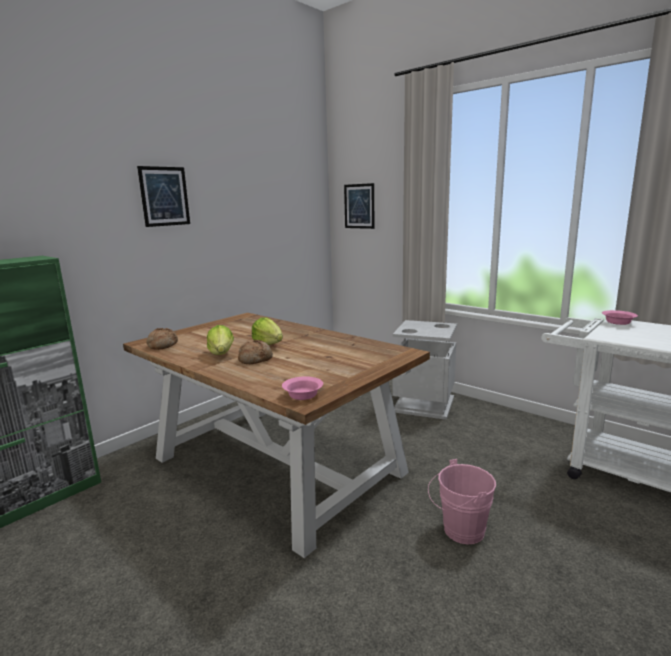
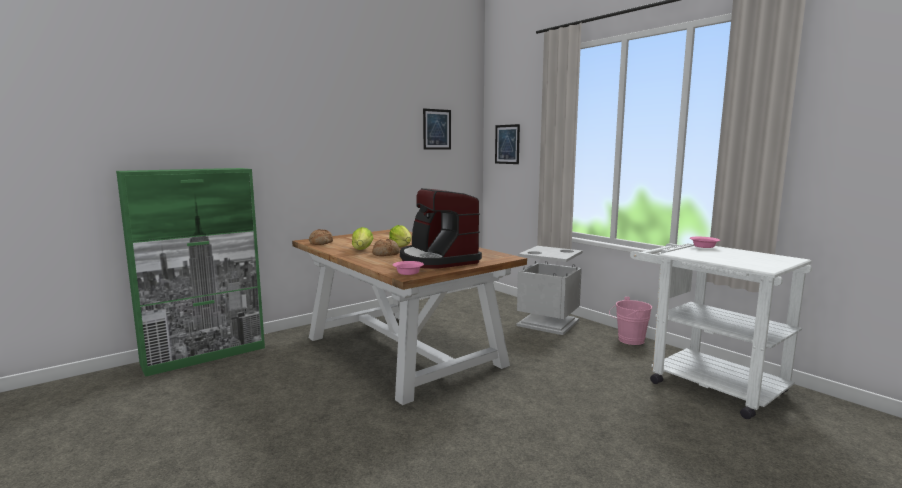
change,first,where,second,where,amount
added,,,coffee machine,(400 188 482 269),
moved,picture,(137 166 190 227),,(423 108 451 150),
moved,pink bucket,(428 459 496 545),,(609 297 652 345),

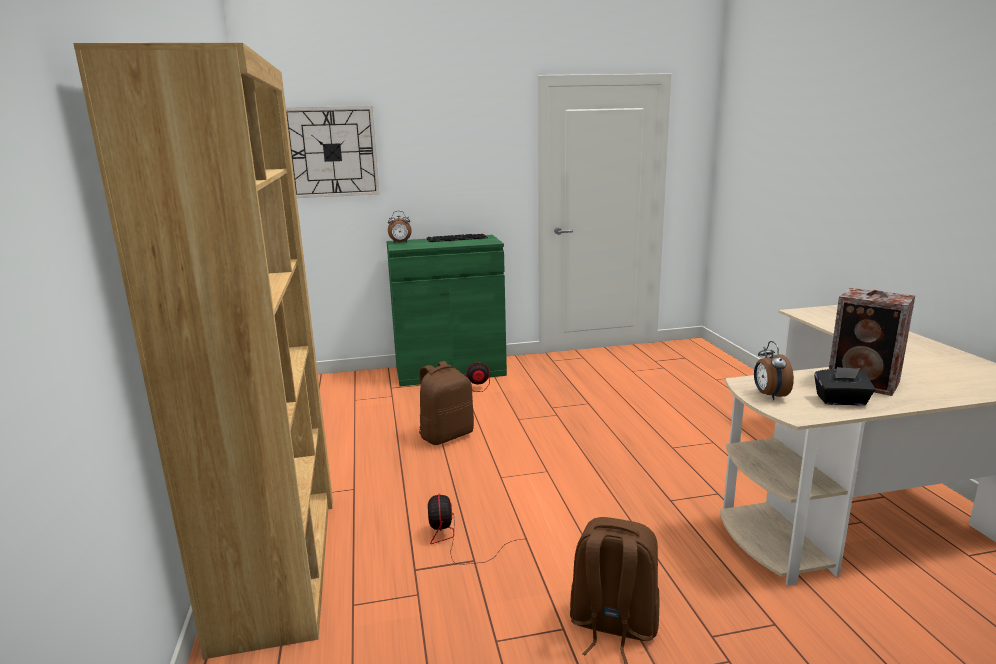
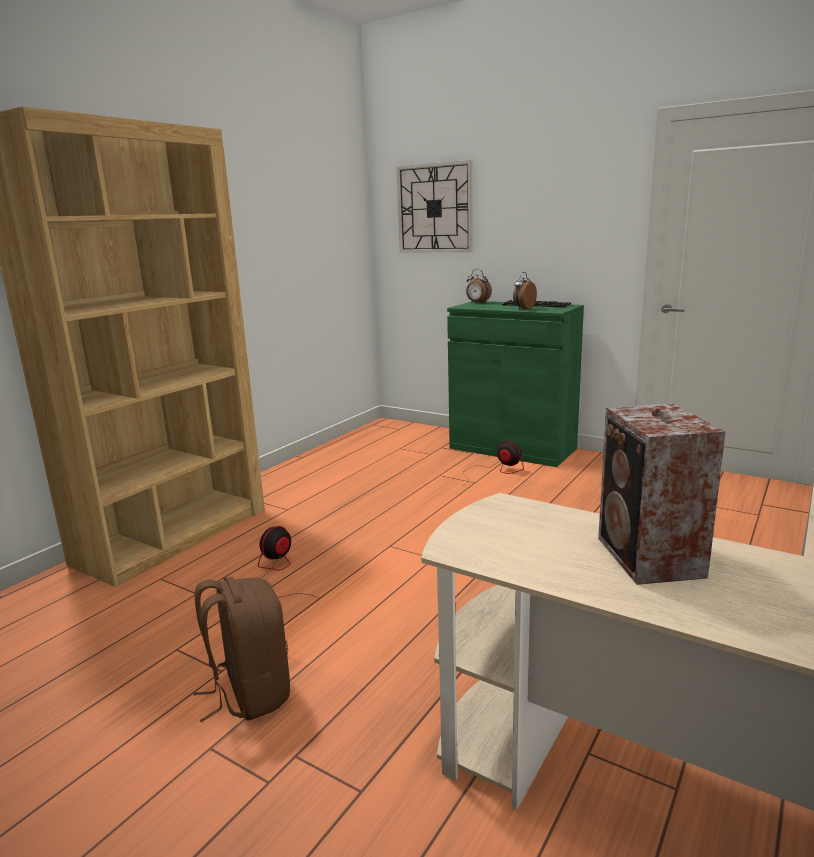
change,first,where,second,where,amount
removed,brown backpack,(419 361 474 445),,,
removed,black tissue box,(814 367 875 405),,,
moved,alarm clock,(754 341 794 400),,(513 272 537 310),

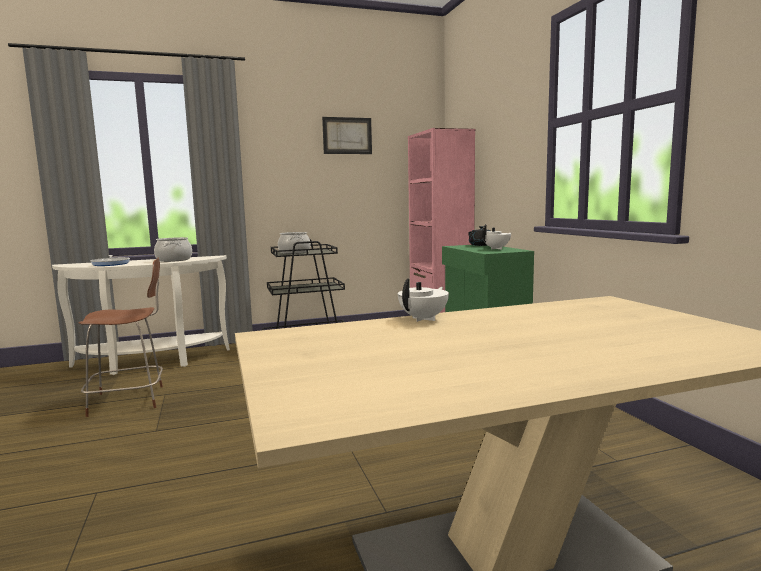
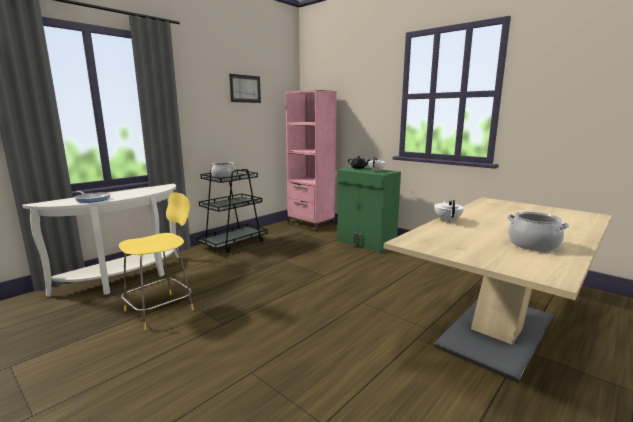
change,first,where,second,where,amount
moved,cooking pot,(154 237 192 262),,(507 211 569 251),
recoloured,brown stool,(79 258 163 417),yellow stool,(119 192 194 330),

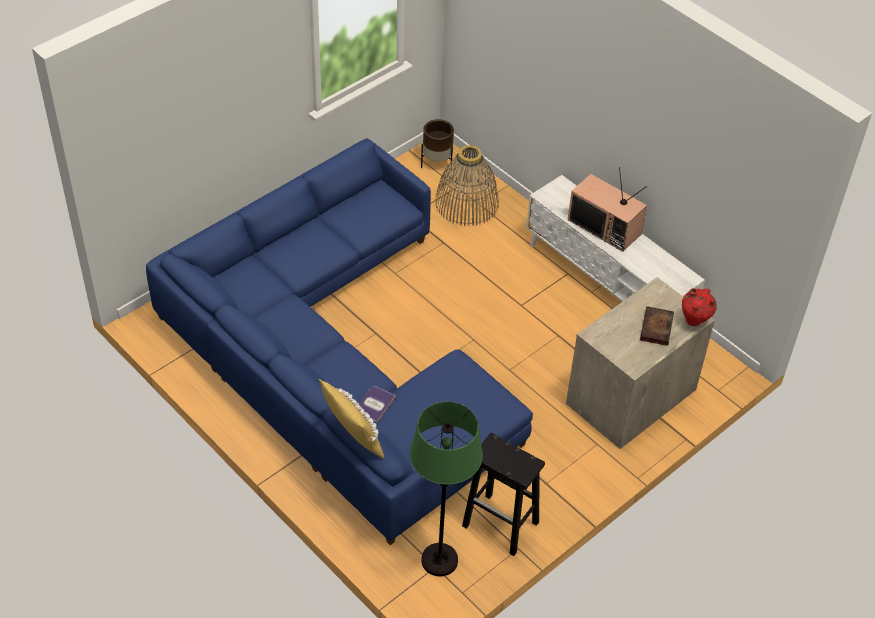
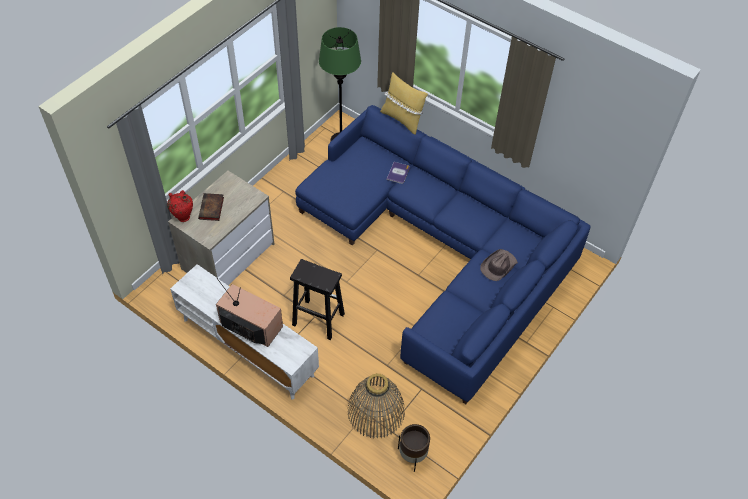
change,first,where,second,where,amount
added,,,brown hat,(480 249 518 281),
moved,black stool,(462 433 545 556),,(290 259 345 340),

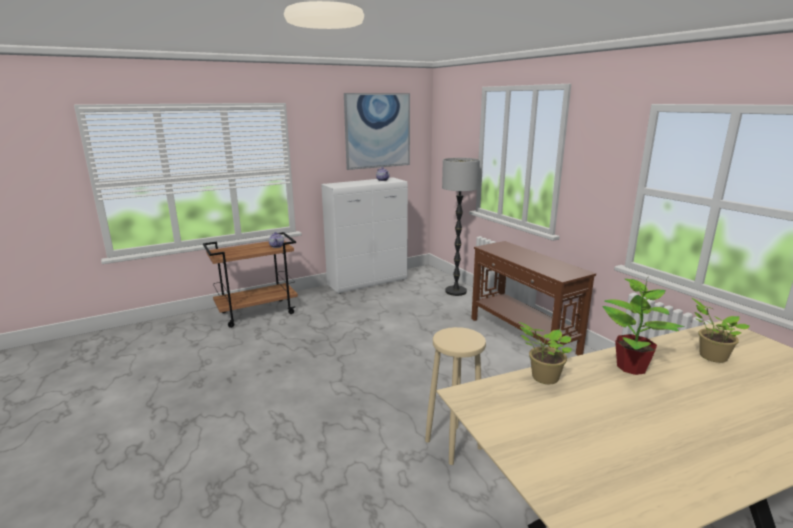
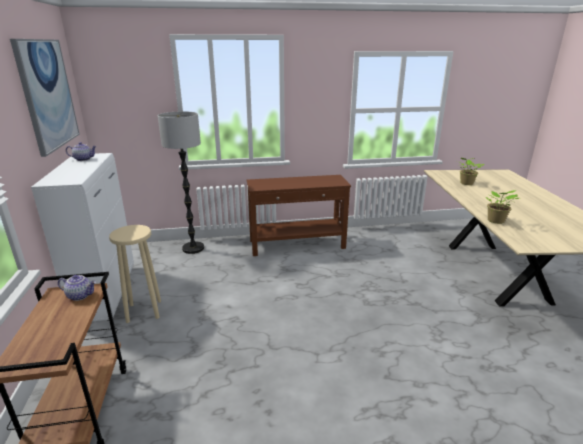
change,first,where,second,where,amount
removed,potted plant,(602 278 684 375),,,
moved,beige stool,(425 327 486 465),,(109 225 161 323),

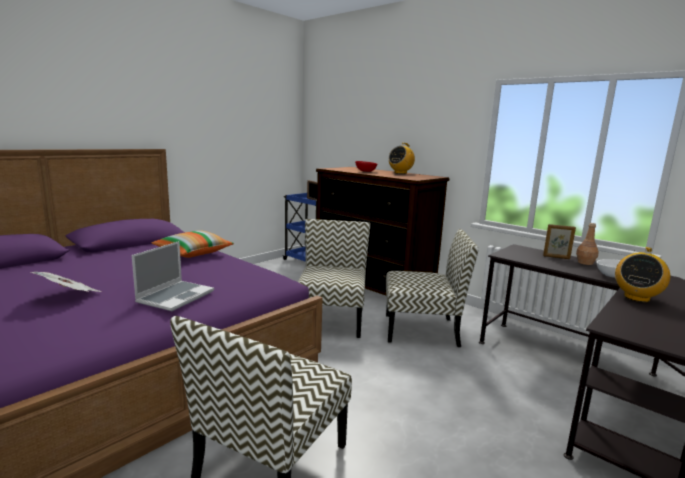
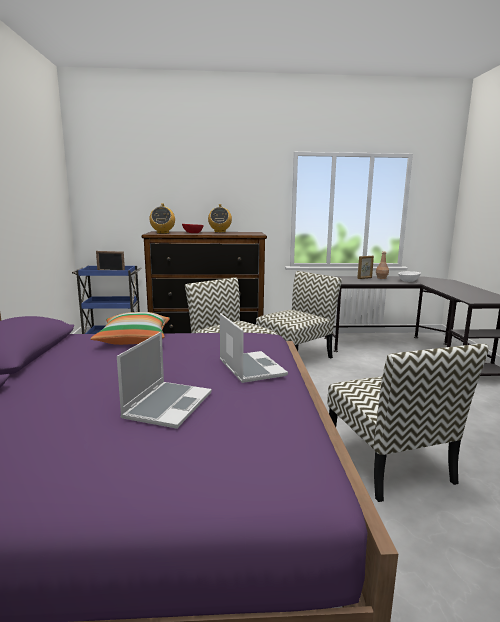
change,first,where,second,where,amount
moved,radio,(615 247 670 302),,(149 203 175 234),
replaced,newspaper,(31 272 103 292),laptop,(117 332 212 429),

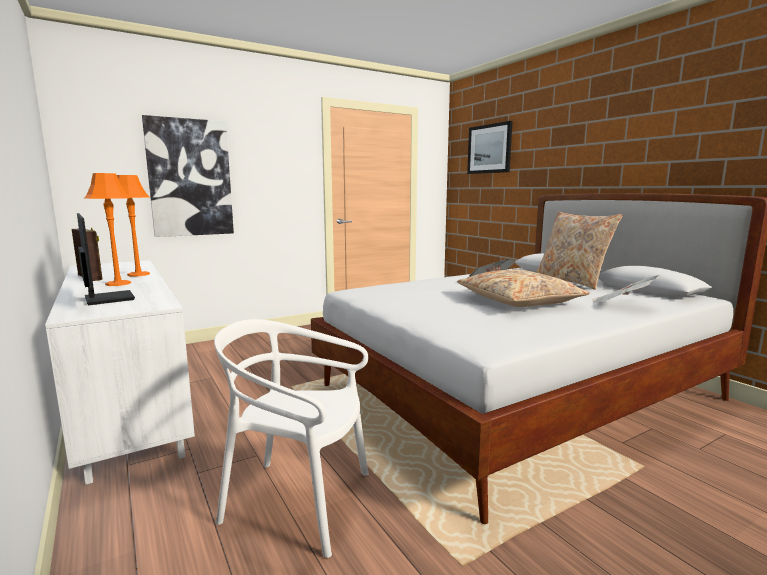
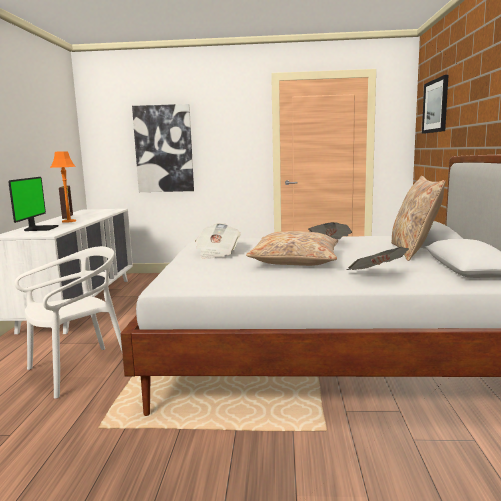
change,first,where,second,where,amount
removed,orange table lamp,(117 175 150 277),,,
added,,,newspaper,(195 223 241 259),
turned,white chair,(214 319 369 558),,(15 246 122 399),90 degrees clockwise

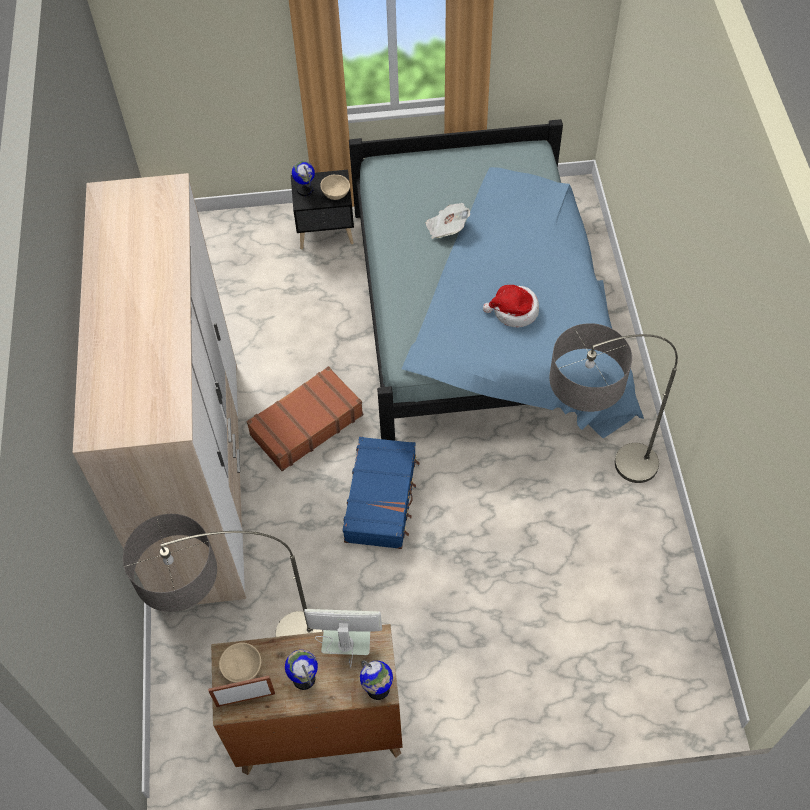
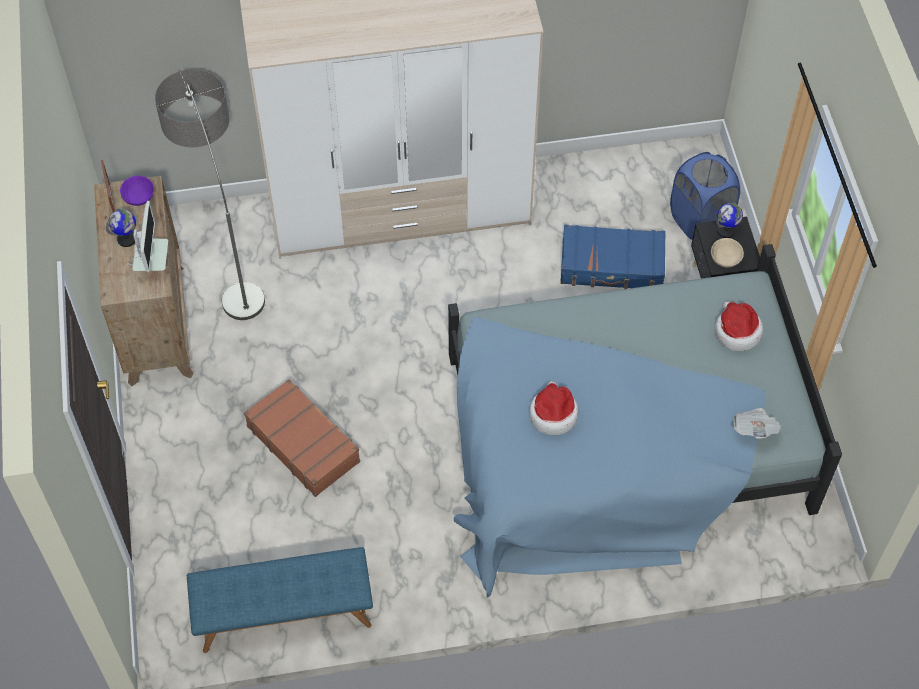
change,first,where,second,where,amount
removed,globe,(360 660 393 700),,,
removed,floor lamp,(549 323 678 483),,,
added,,,blue bench,(187 547 373 653),
added,,,blue laundry basket,(670 152 740 240),
added,,,hat,(715 301 763 351),
moved,brown suitcase,(246 366 363 471),,(244 379 360 497),
moved,blue suitcase,(343 437 419 549),,(560 225 666 289),
moved,newspaper,(426 203 470 239),,(733 408 781 439),
recoloured,beige bowl,(219 643 261 683),purple bowl,(120 175 154 206),

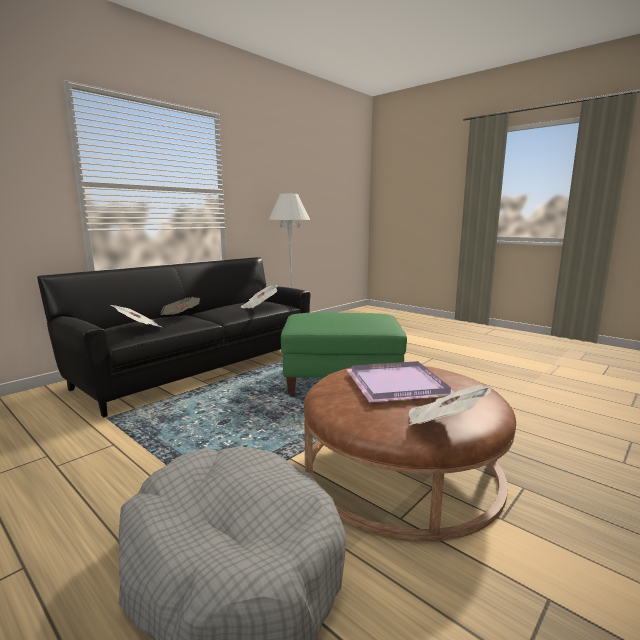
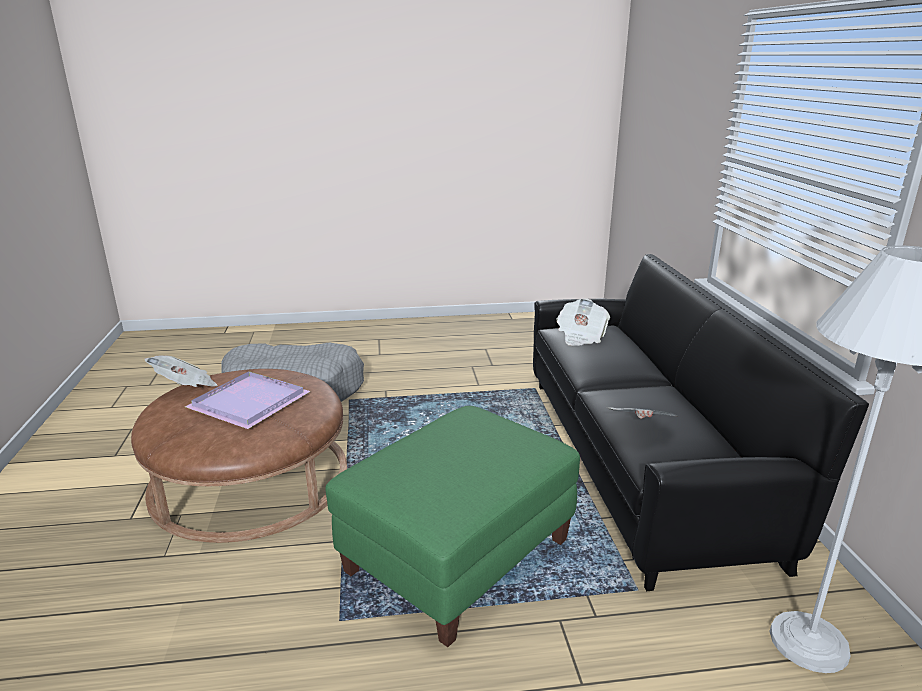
change,first,where,second,where,amount
removed,newspaper,(160 297 200 315),,,

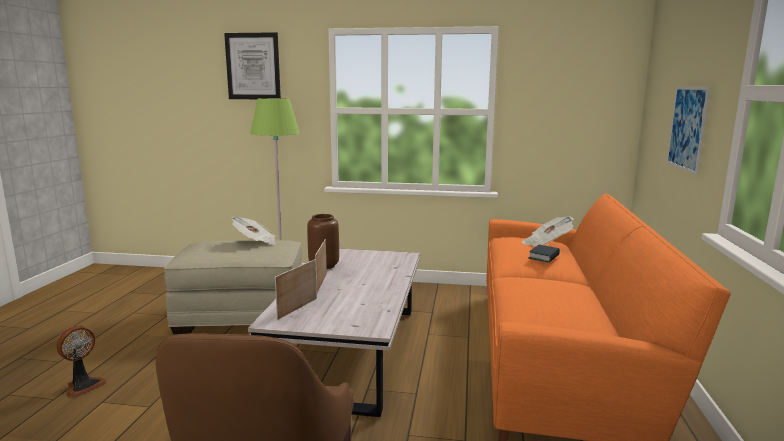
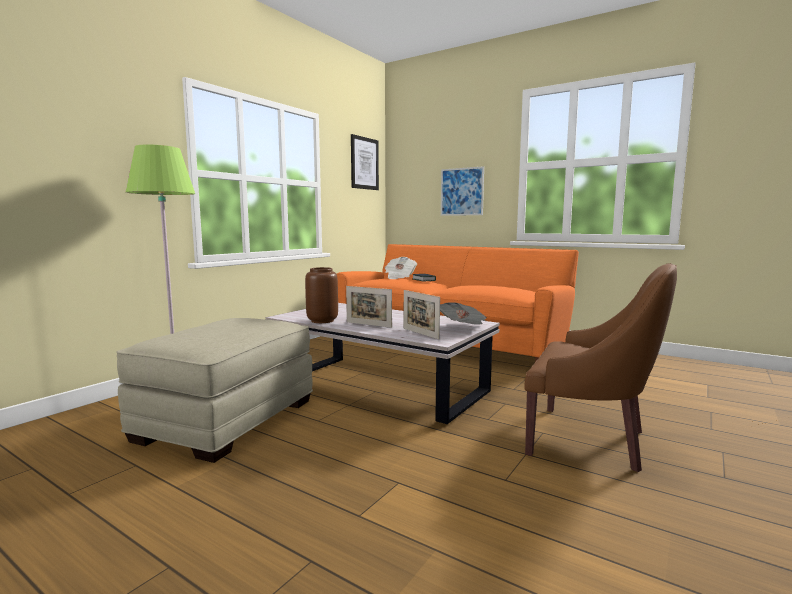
change,first,where,second,where,amount
removed,fan,(56 325 107 398),,,
moved,picture,(224 32 281 99),,(351 134 379 190),
moved,newspaper,(231 217 276 245),,(440 302 486 324),

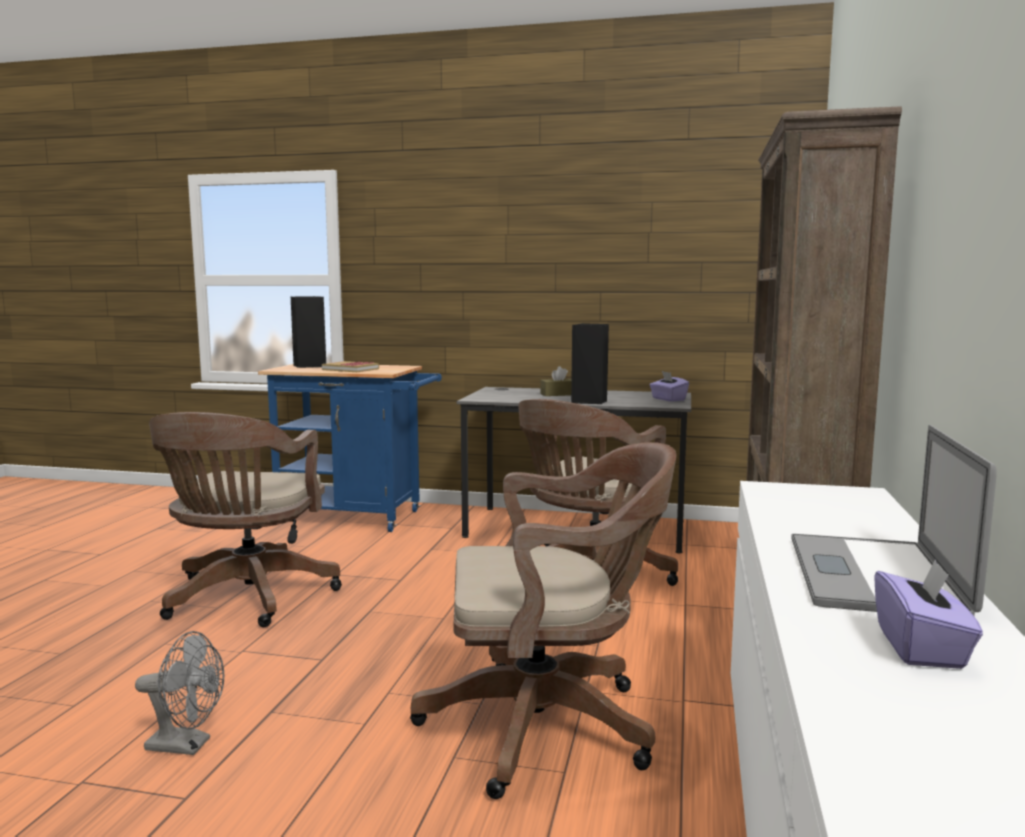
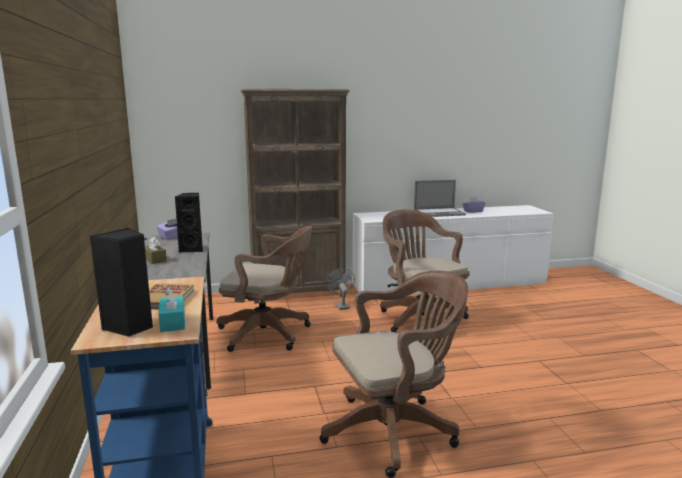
change,first,where,second,where,amount
added,,,turquoise tissue box,(159 287 185 332),
moved,grey fan,(135 631 224 755),,(325 268 355 310),

